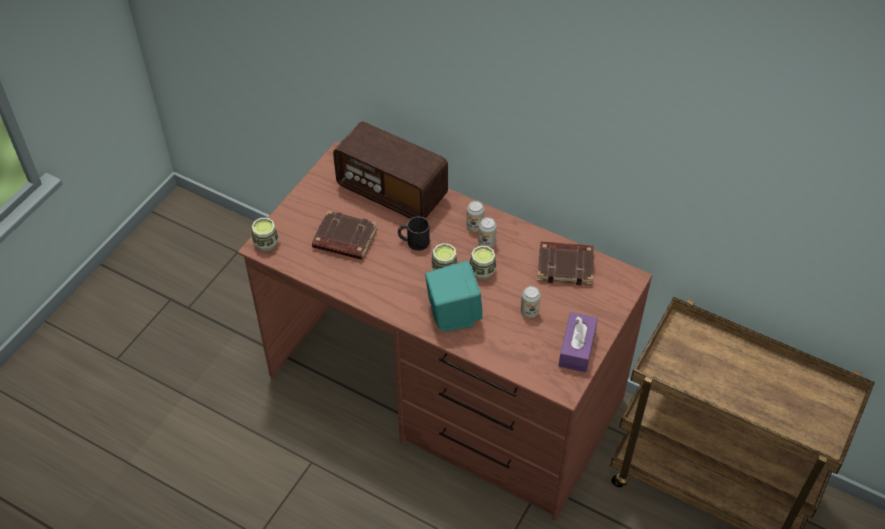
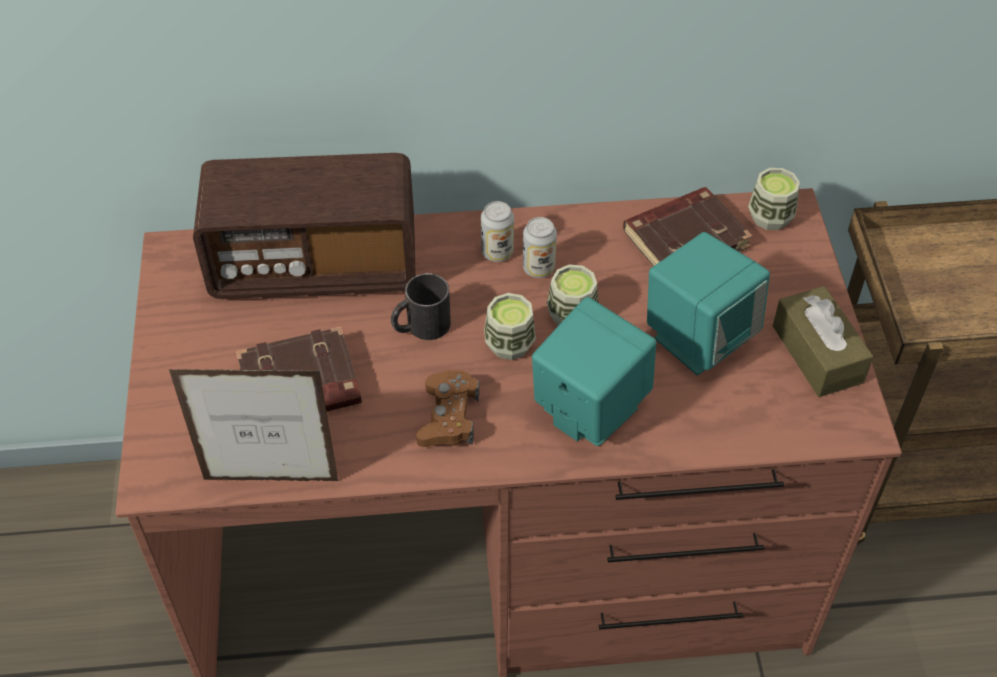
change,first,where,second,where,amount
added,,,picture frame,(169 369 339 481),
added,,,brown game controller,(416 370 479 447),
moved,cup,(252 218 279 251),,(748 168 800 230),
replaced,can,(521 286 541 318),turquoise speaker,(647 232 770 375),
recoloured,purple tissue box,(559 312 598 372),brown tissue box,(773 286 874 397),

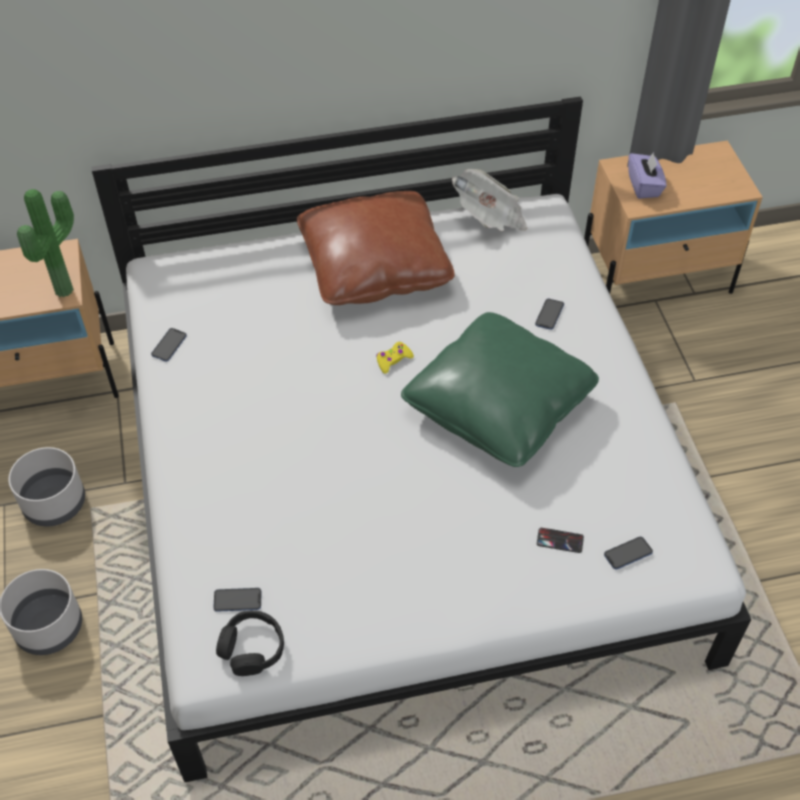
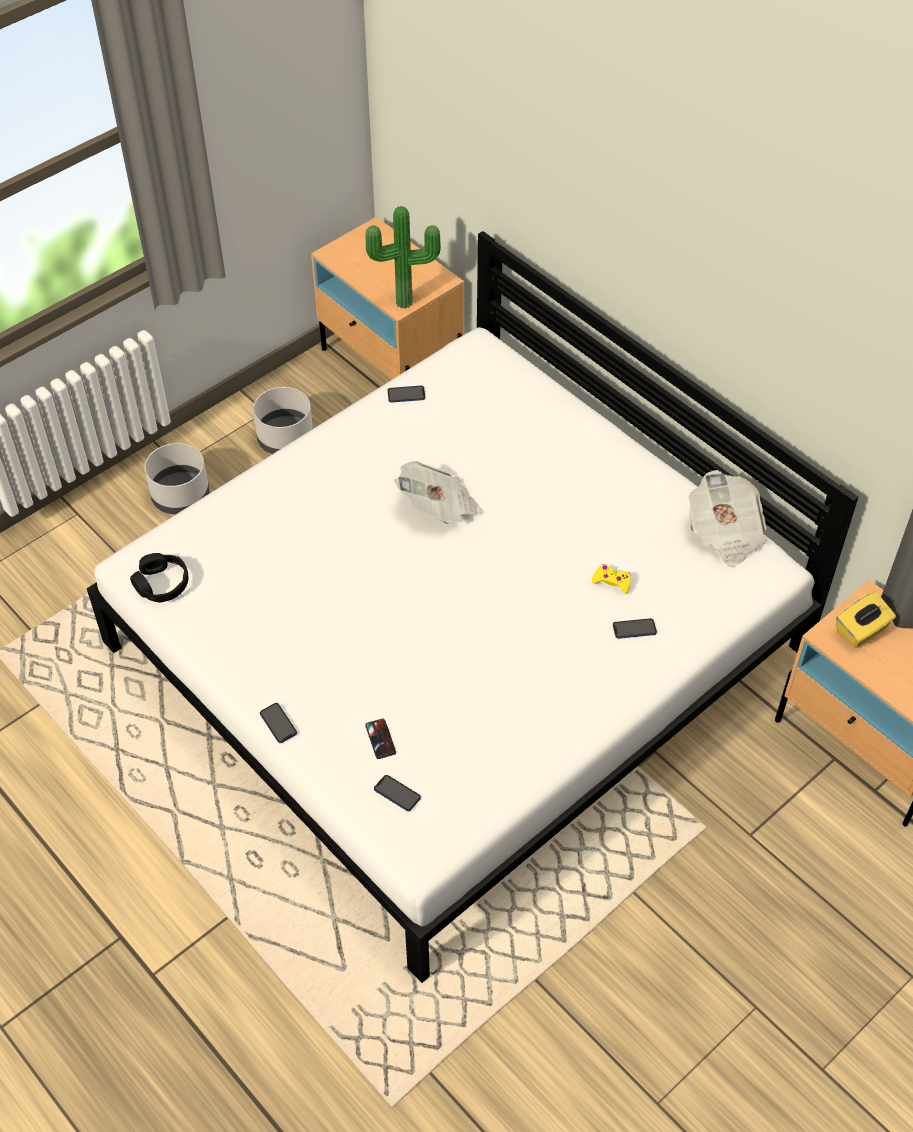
change,first,where,second,where,amount
removed,brown pillow,(297 191 455 305),,,
removed,green pillow,(401 312 599 467),,,
added,,,newspaper,(394 461 482 524),
moved,phone,(213 588 262 612),,(260 703 297 743),
moved,yellow game controller,(376 342 414 374),,(592 564 631 594),
recoloured,purple tissue box,(628 152 667 199),yellow tissue box,(836 591 896 648),

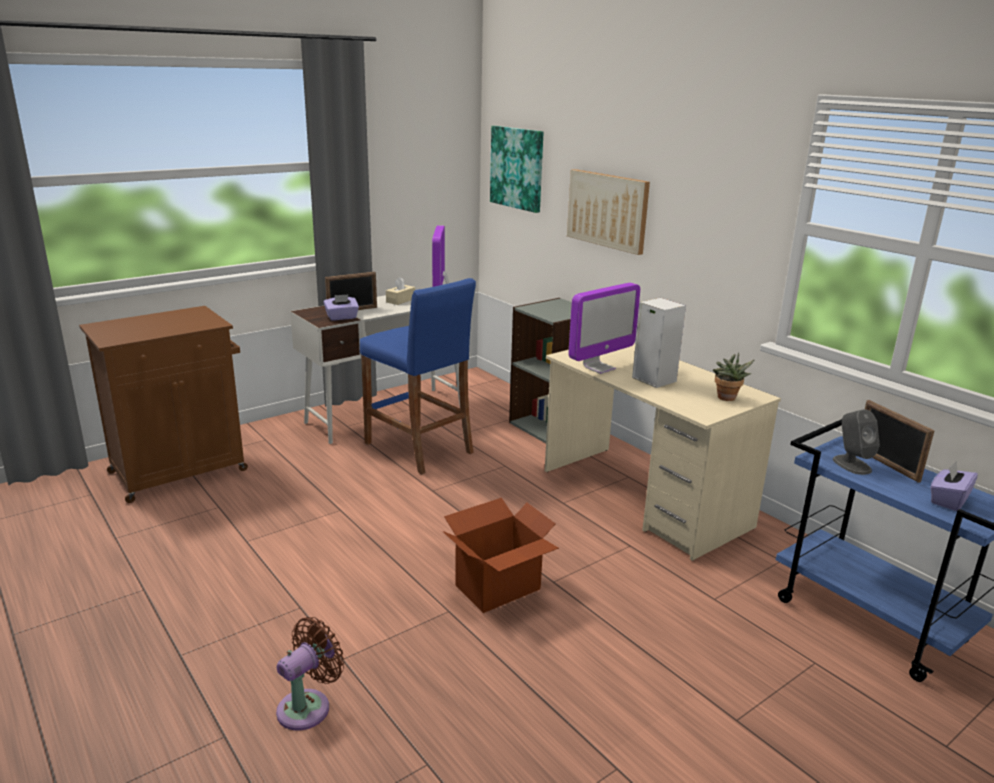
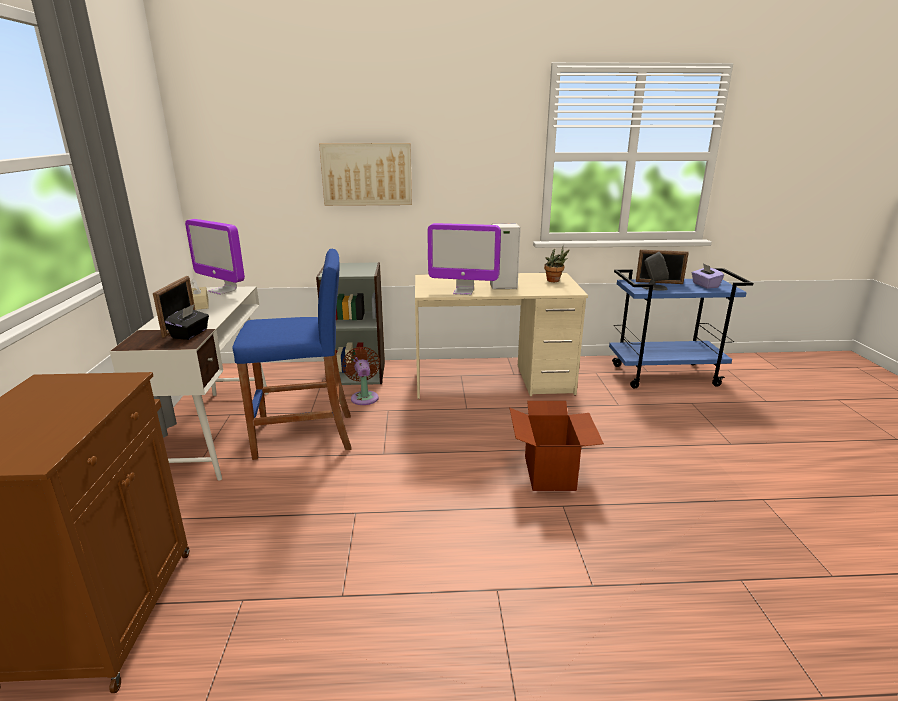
change,first,where,second,where,amount
removed,picture,(490 126 543 213),,,
moved,brown fan,(276 617 344 731),,(342 347 380 405),
recoloured,purple tissue box,(323 294 359 321),black tissue box,(165 304 209 340),
turned,monitor,(569 283 640 374),,(428 223 501 295),105 degrees clockwise

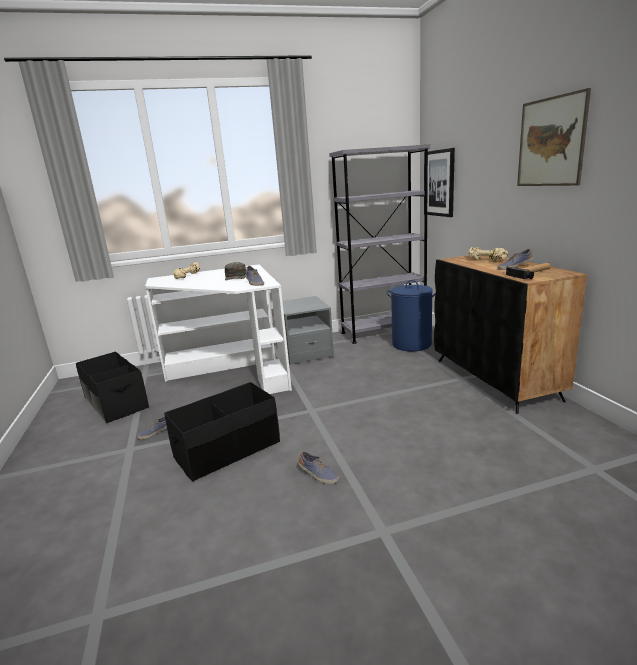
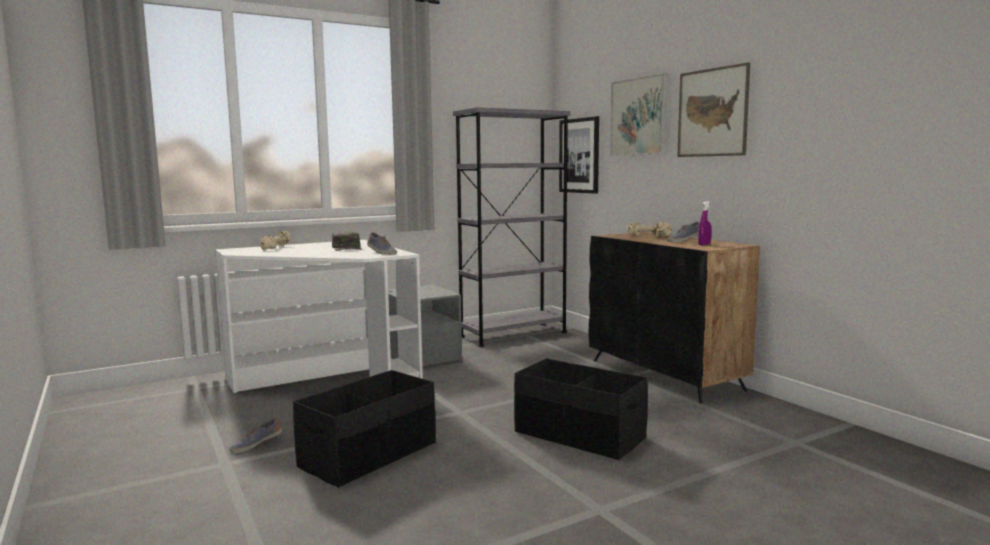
change,first,where,second,where,amount
removed,shoe,(298 451 339 484),,,
removed,blue laundry basket,(387 280 436 352),,,
added,,,picture,(610 73 667 156),
moved,black storage box,(76 352 149 423),,(514 358 648 460),
replaced,hammer,(506 263 551 279),purple spray bottle,(698 201 712 245),

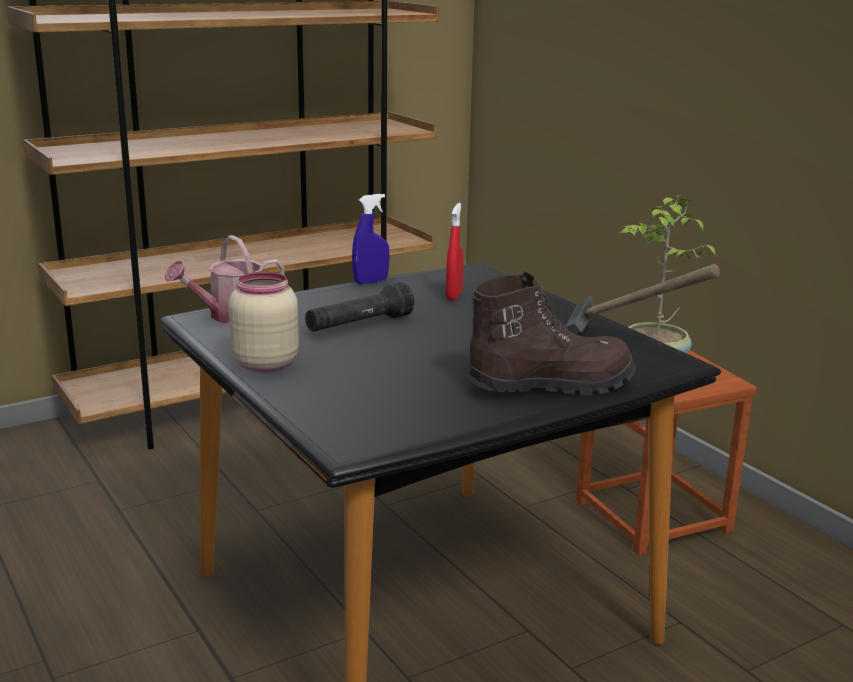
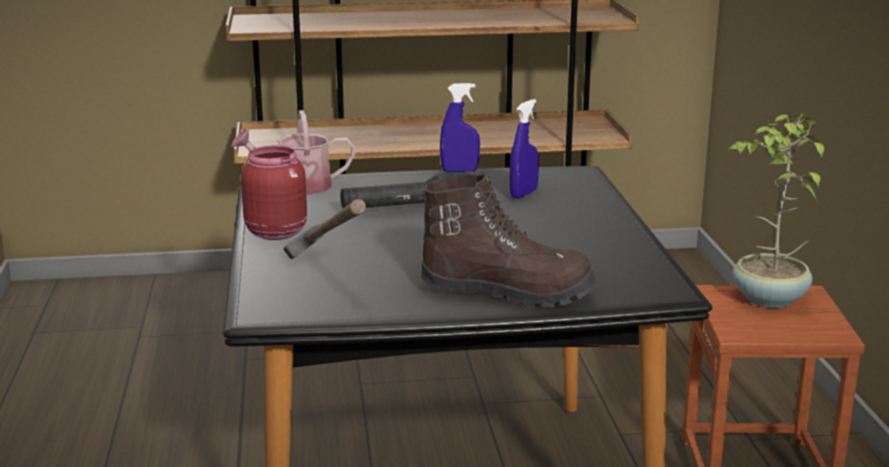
change,first,where,second,where,amount
moved,hammer,(566 264 720 334),,(283 199 366 259),
recoloured,beige jar,(229 272 299 372),red jar,(241 145 307 240),
recoloured,red spray bottle,(446 203 464 300),blue spray bottle,(510 99 539 199),

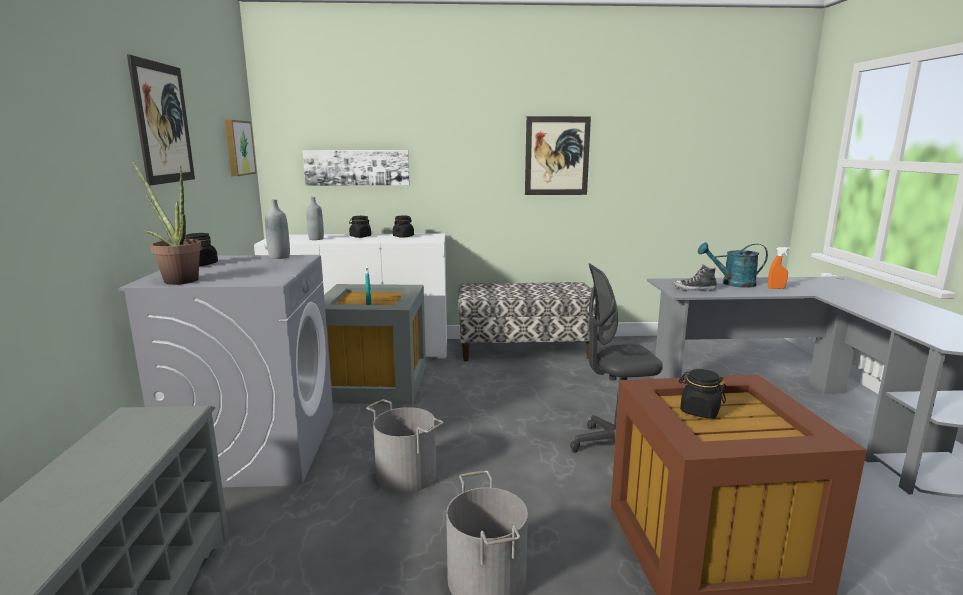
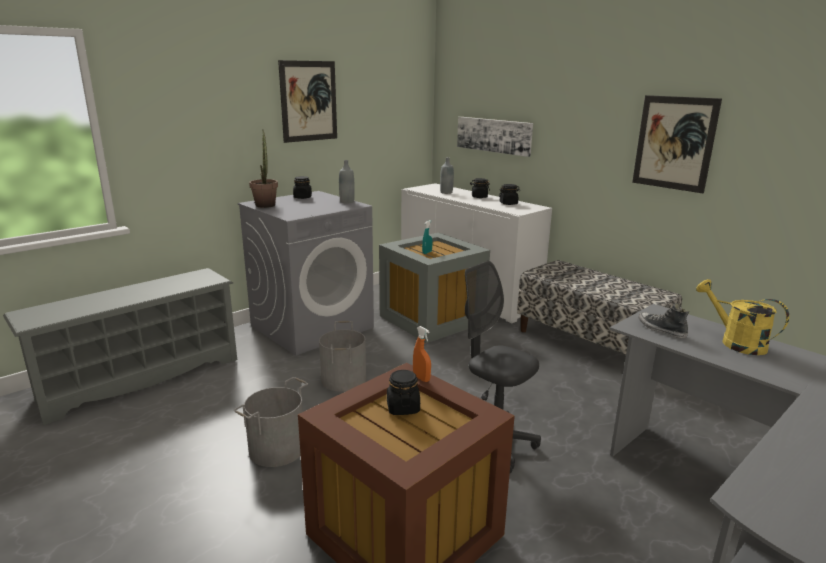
change,first,where,second,where,amount
removed,picture,(225 120 256 176),,,
moved,orange spray bottle,(768 247 790 289),,(413 326 431 382),
recoloured,turquoise watering can,(698 242 768 288),yellow watering can,(696 279 789 355),

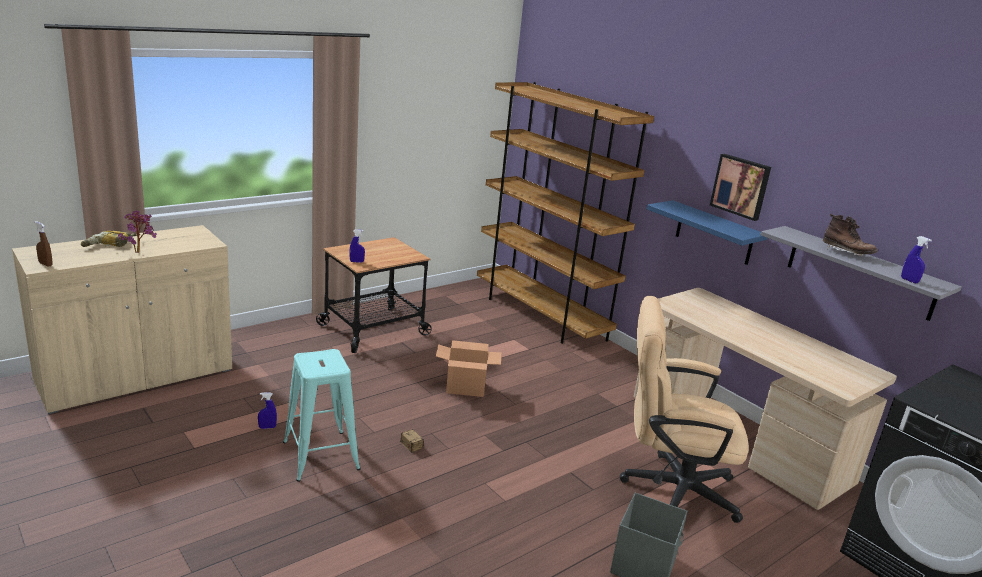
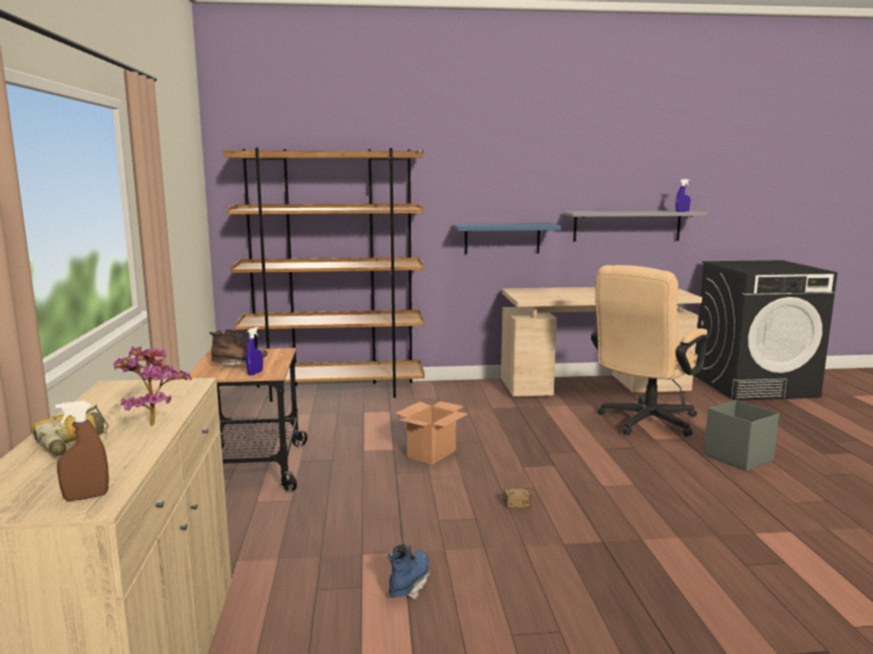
change,first,where,second,where,amount
removed,turquoise stool,(283 349 361 482),,,
removed,picture,(710 154 771 221),,,
moved,brown boot,(823 214 878 256),,(209 329 268 369),
replaced,blue spray bottle,(258 392 277 429),blue boot,(388 544 431 599),

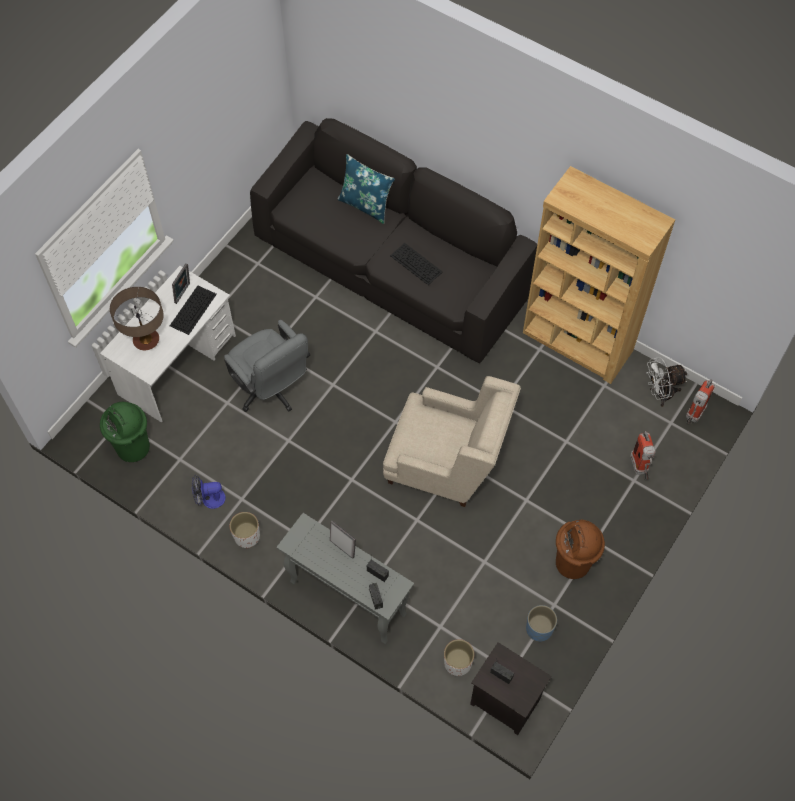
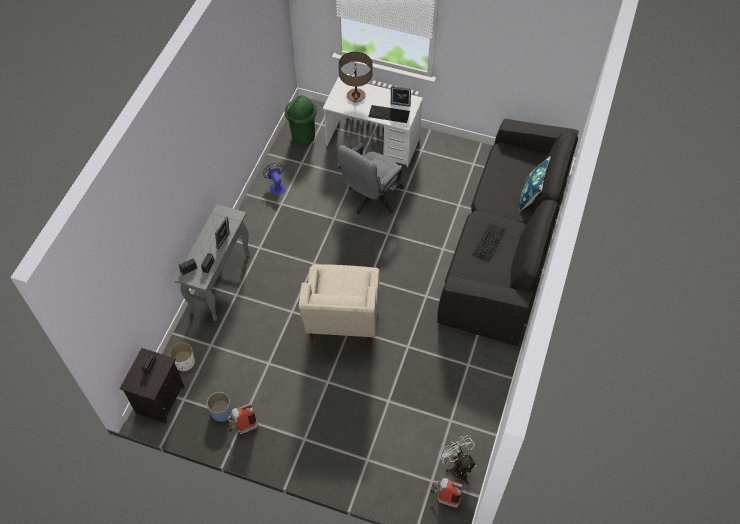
change,first,where,second,where,amount
removed,white planter,(230 512 260 548),,,
removed,brown bookcase,(523 166 675 384),,,
removed,brown trash can,(556 519 605 579),,,
moved,fire extinguisher,(630 431 656 479),,(228 403 258 434),

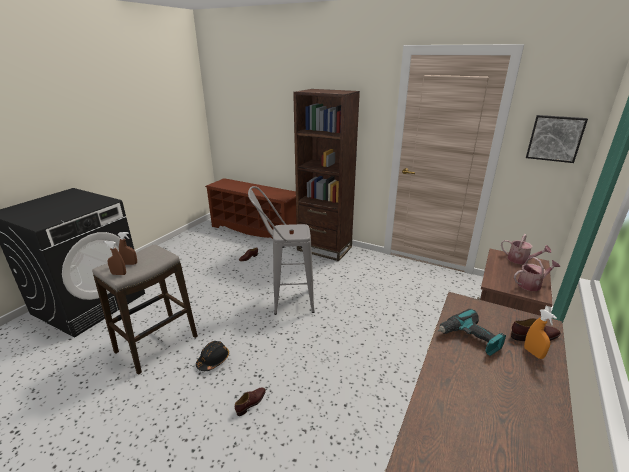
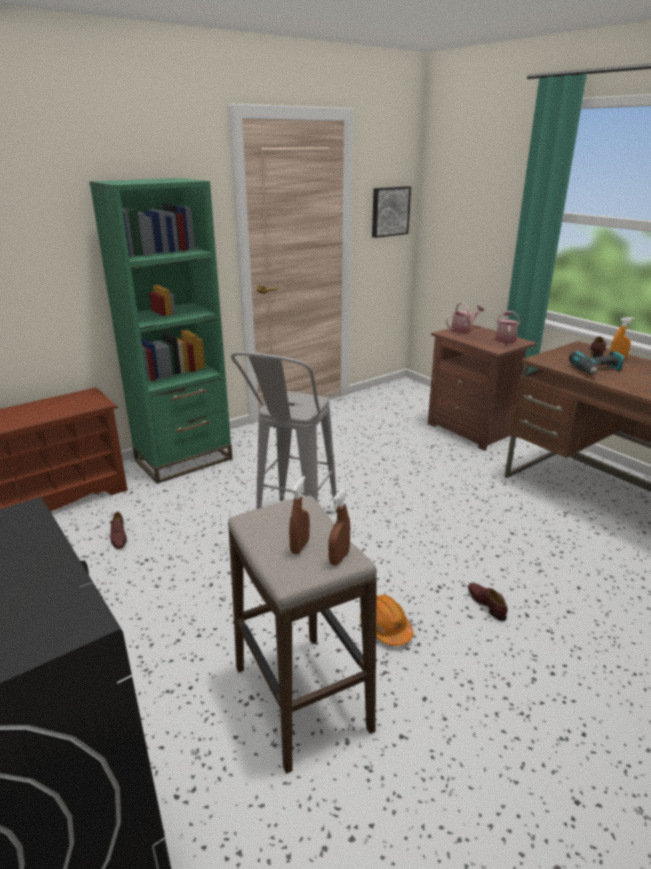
change,first,where,second,where,amount
recoloured,black hard hat,(196 341 229 371),orange hard hat,(360 595 414 646),
recoloured,brown bookcase,(293 89 360 261),green bookcase,(90 178 233 484),

